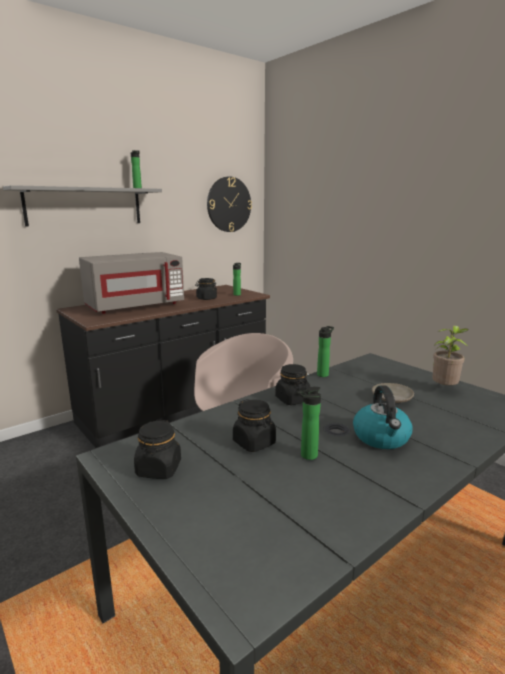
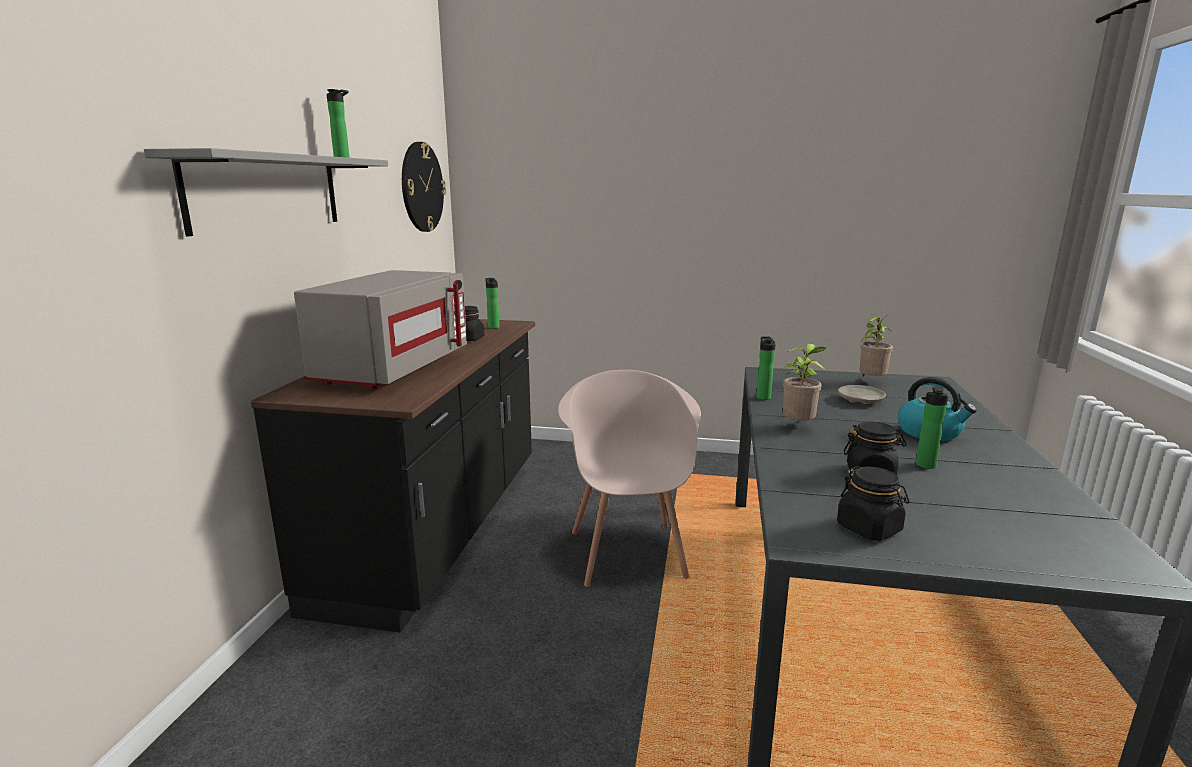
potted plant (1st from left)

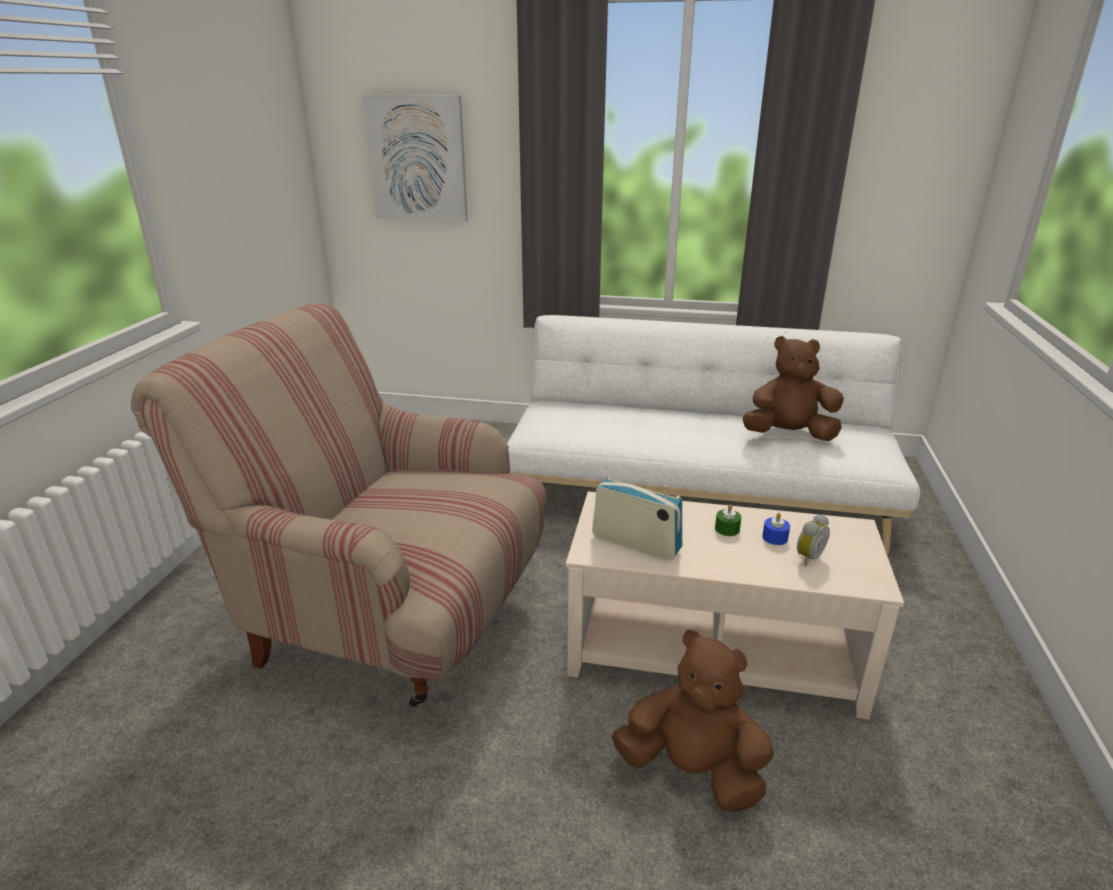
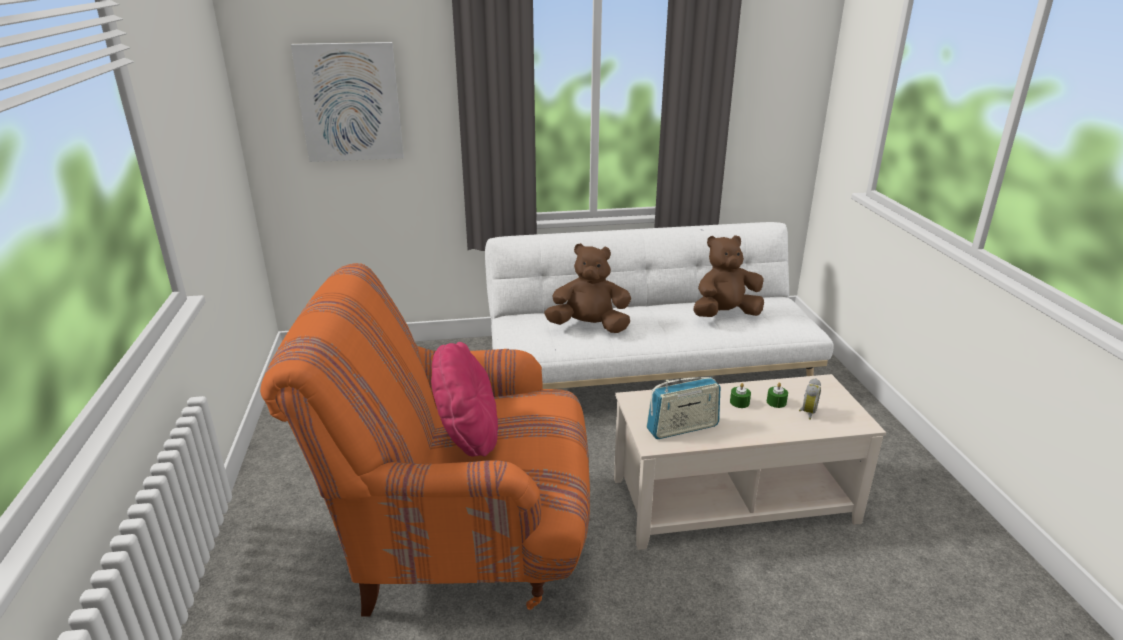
pillow/pink; plush toy/brown (1st from left); armchair/orange; candle/green (2nd from left); radio

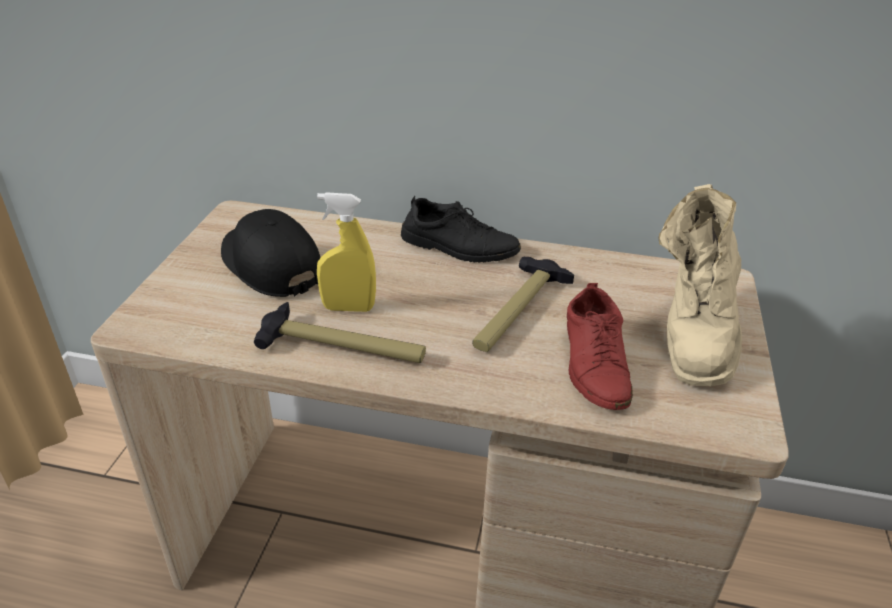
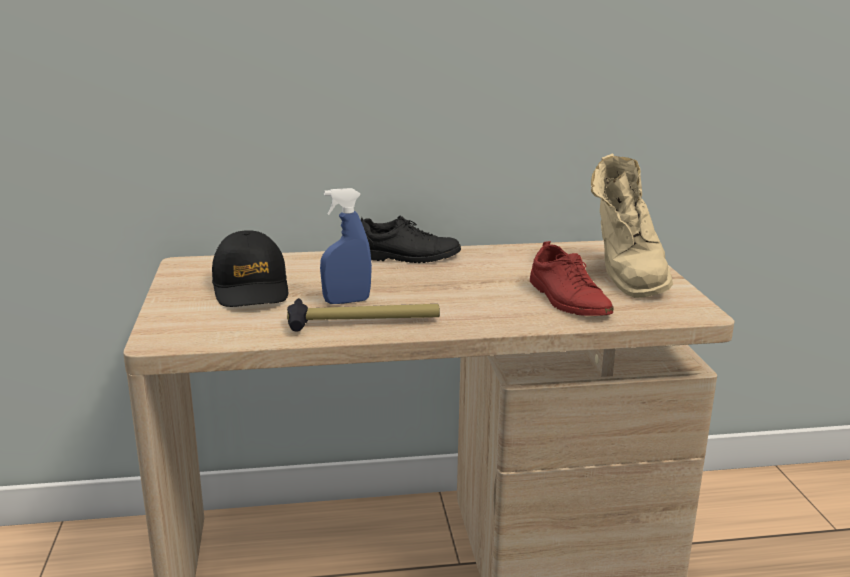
hammer (2nd from left in the first image); spray bottle/blue; cap/black

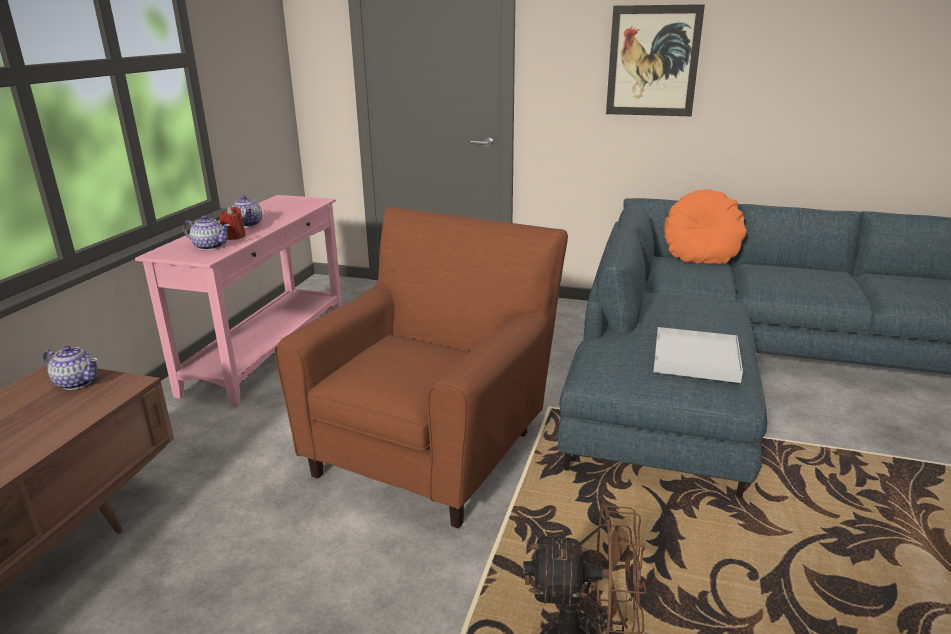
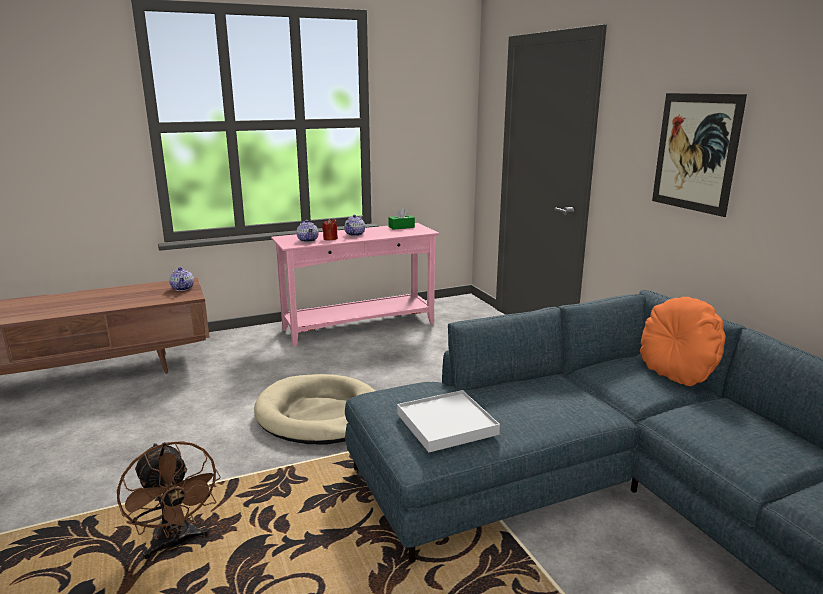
tissue box/green; dog bed/beige

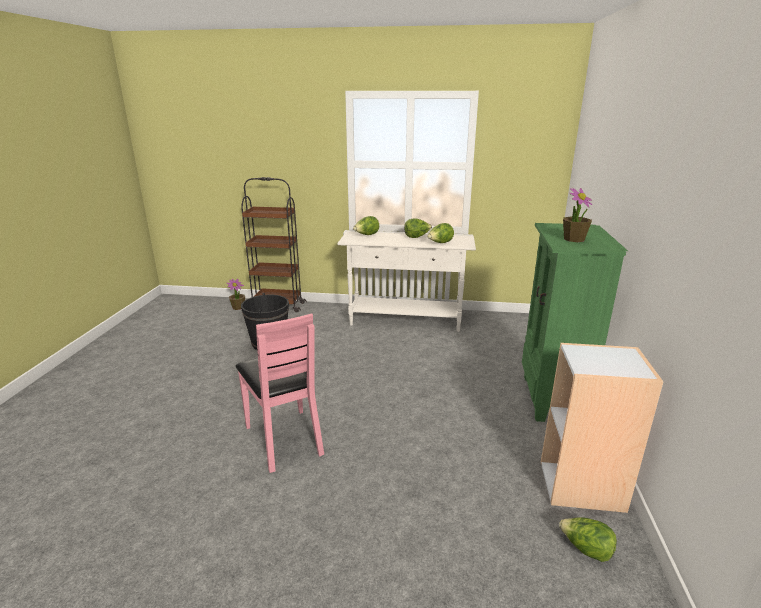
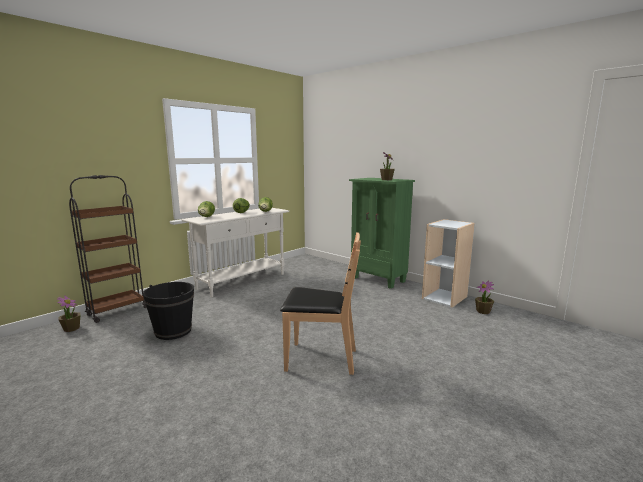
potted plant (3rd from left); chair/brown

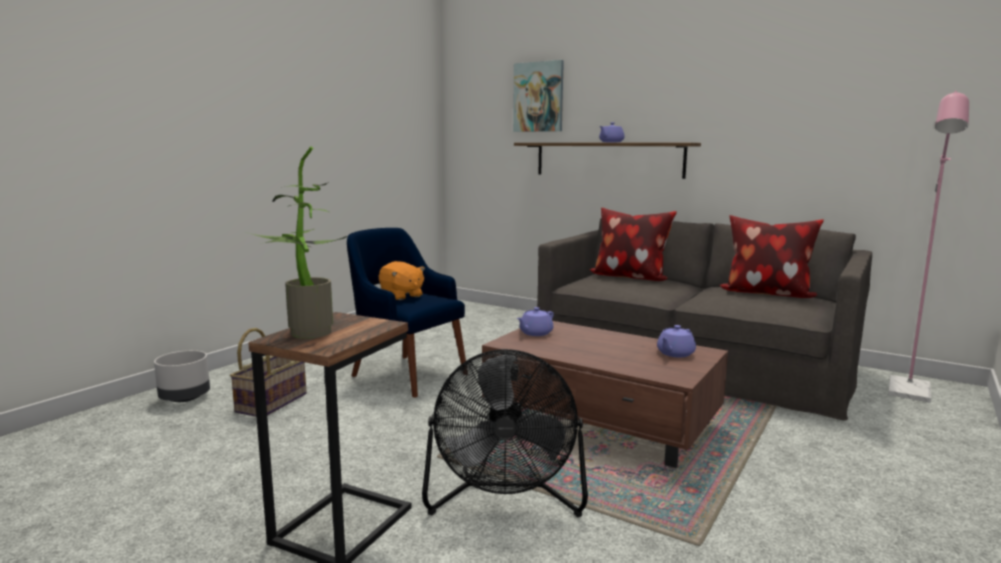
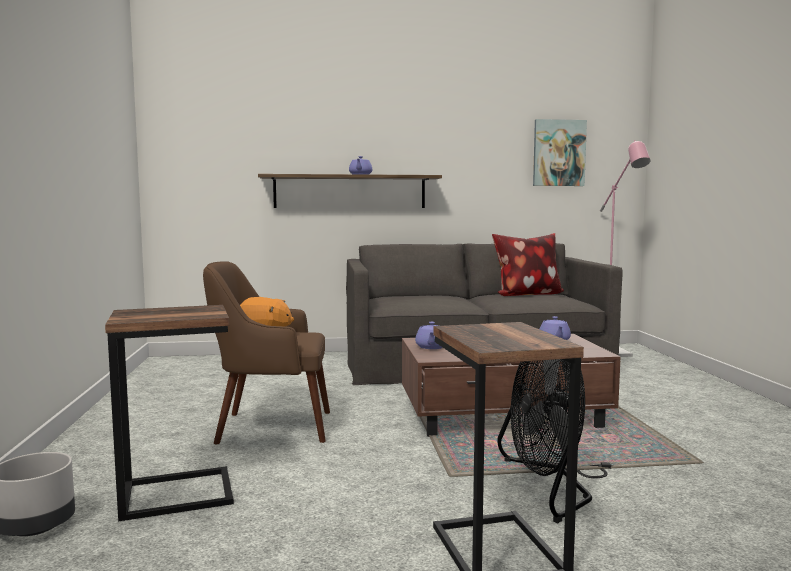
potted plant; pillow (1st from left in the first image); picture; side table (1st from left); armchair/brown; fan/black

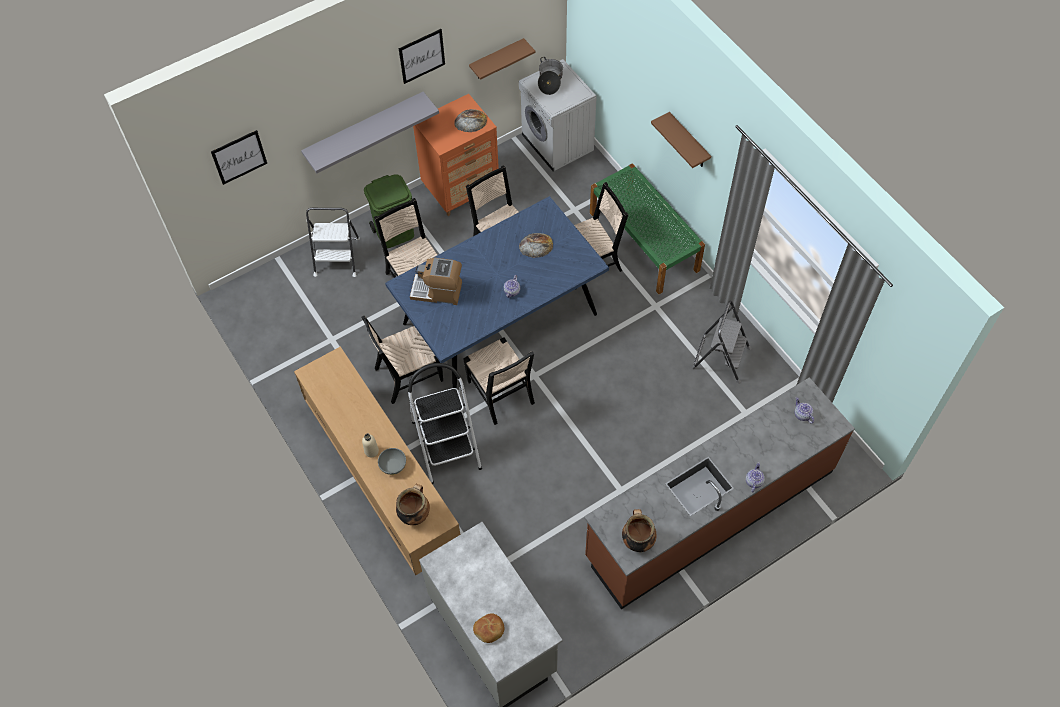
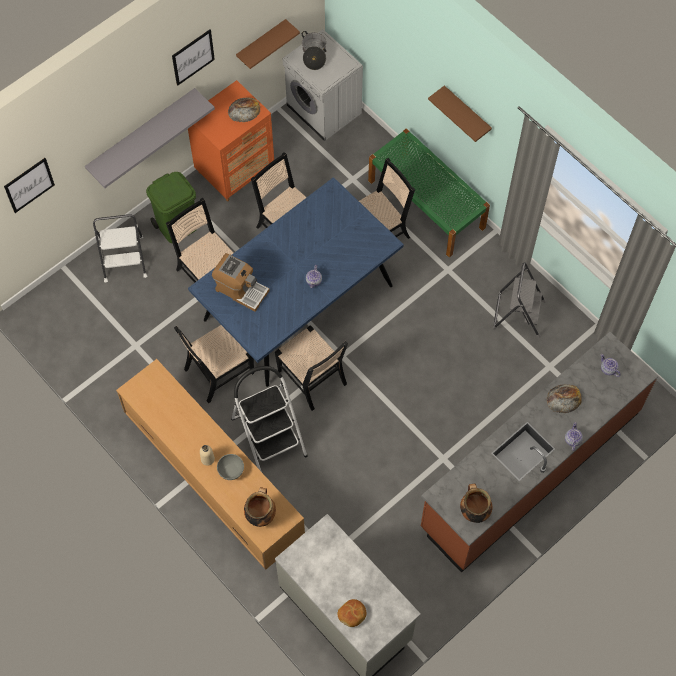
bread (3rd from left); coffee machine

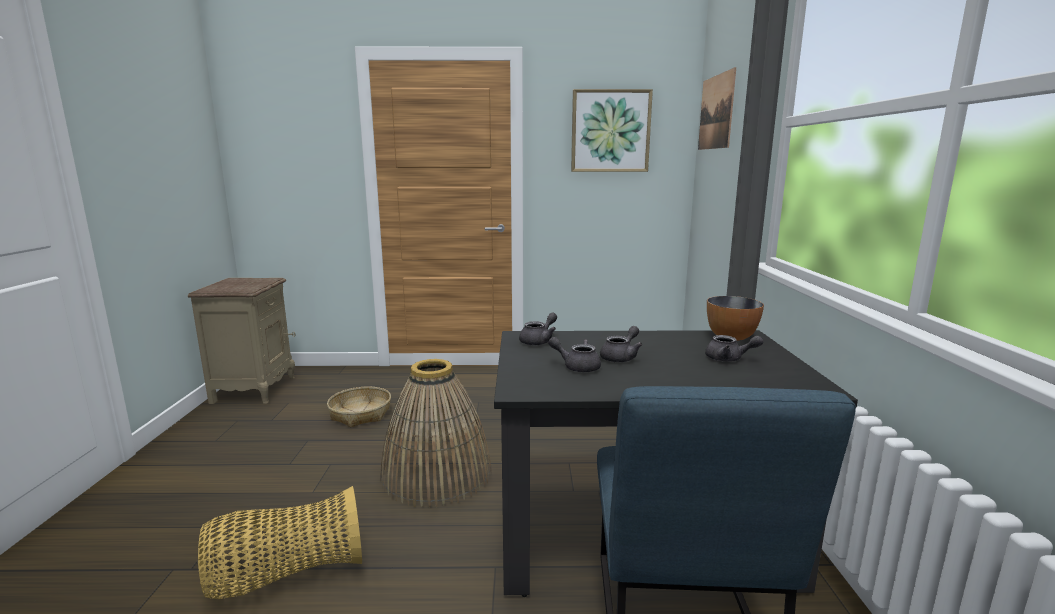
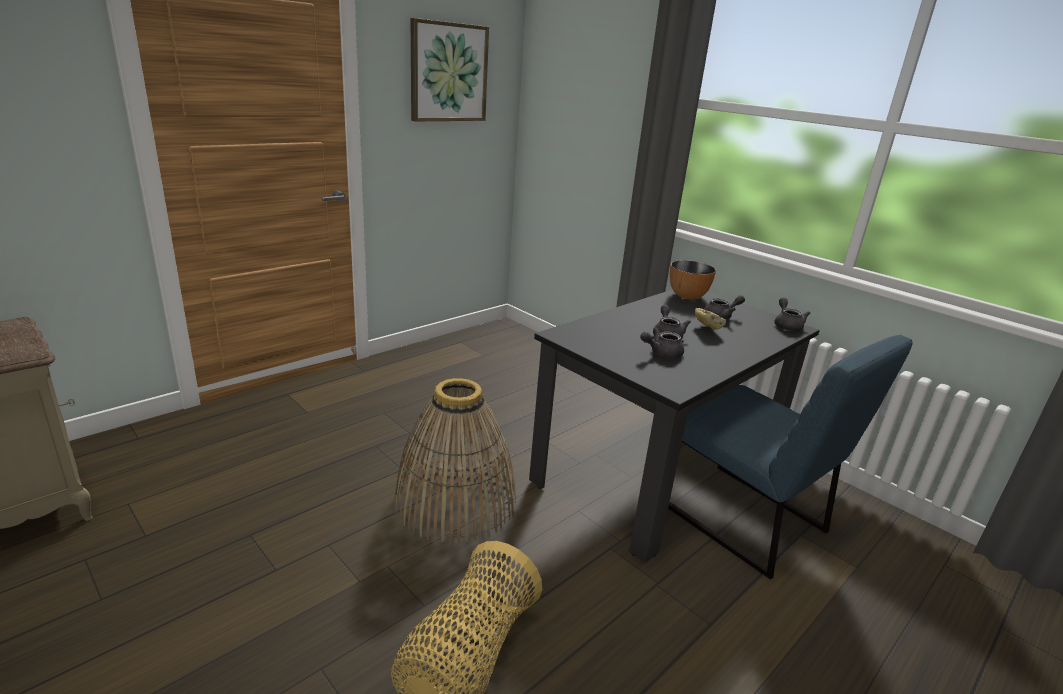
basket (2nd from left in the first image); picture (2nd from left in the first image); bread; teapot/grey (4th from left)

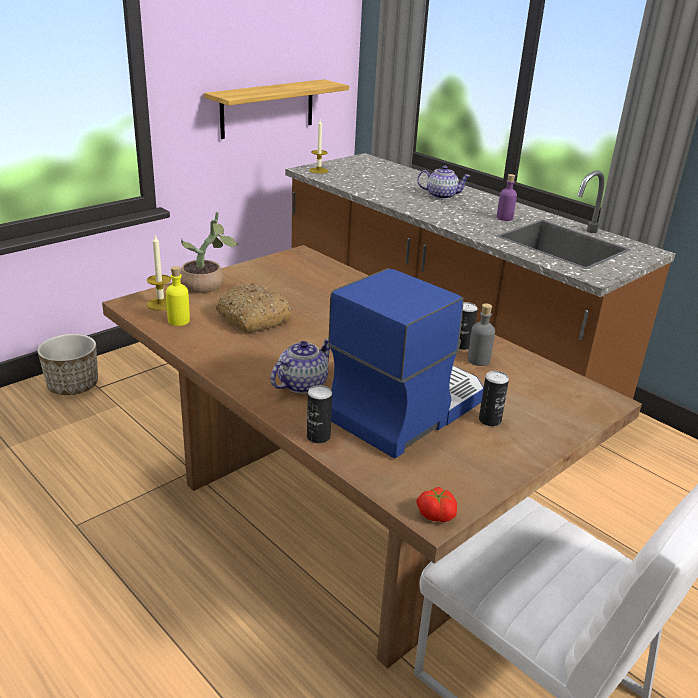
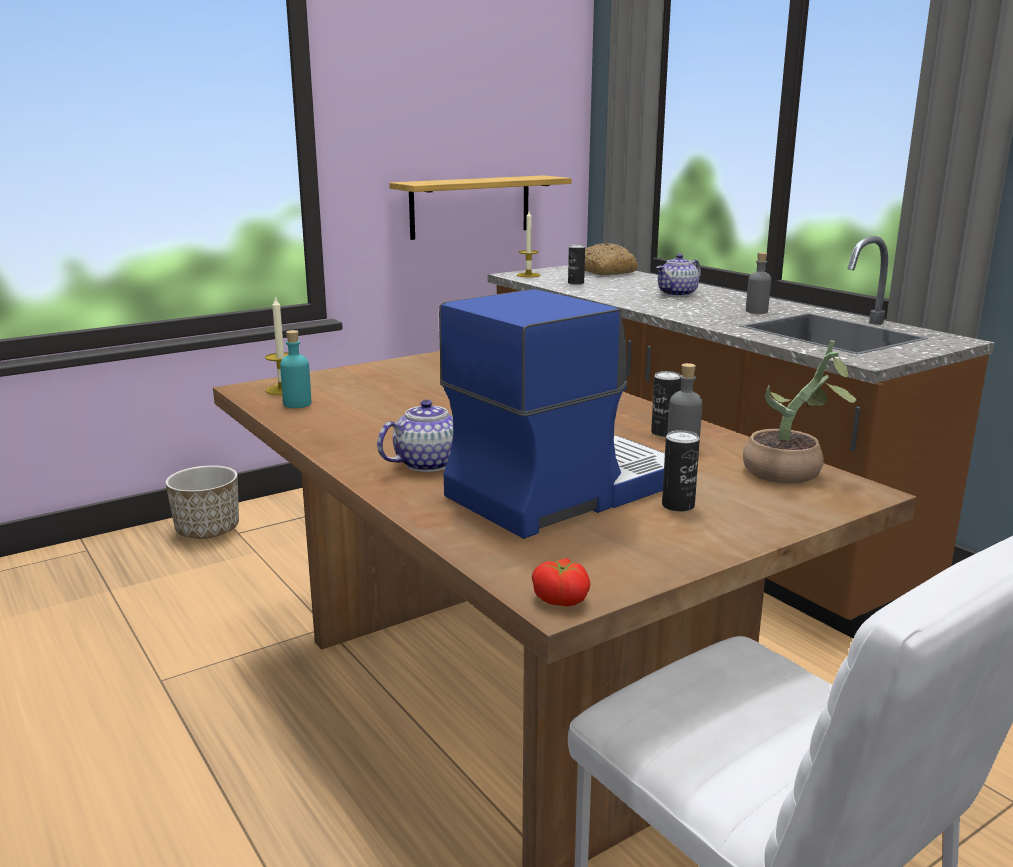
potted plant; bread; can (1st from left); bottle/turquoise; bottle/grey (2nd from left); teapot (2nd from left)

